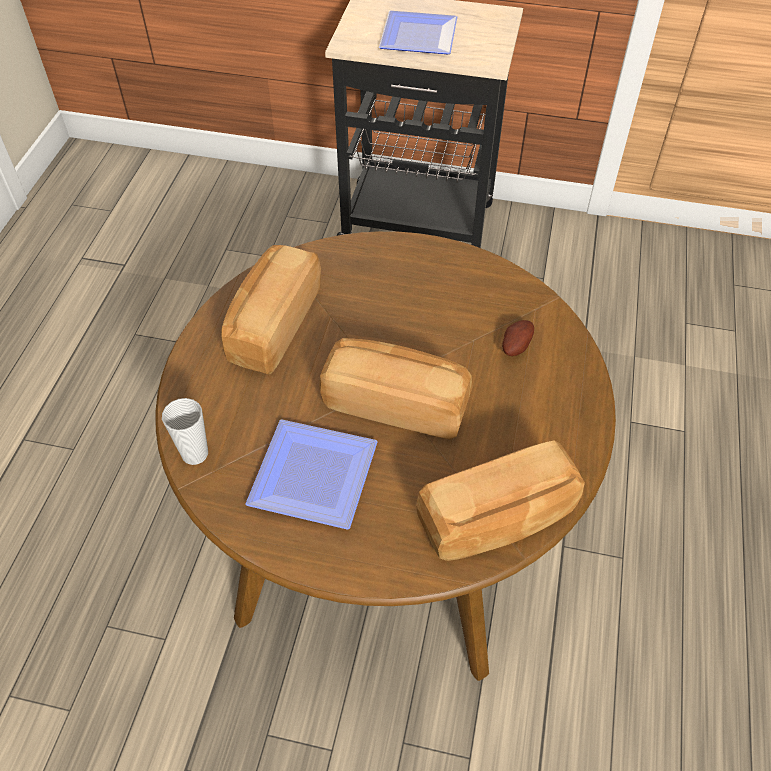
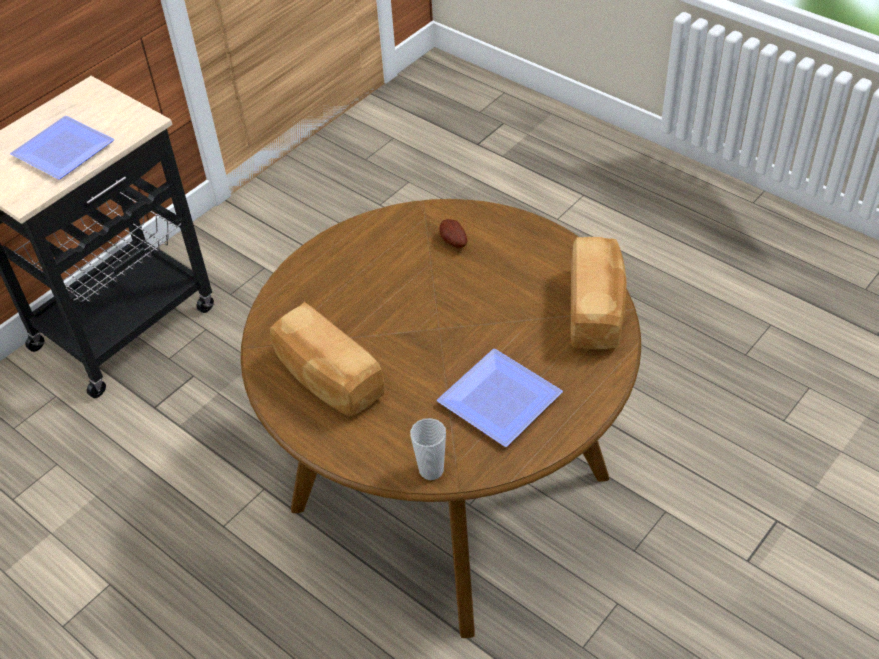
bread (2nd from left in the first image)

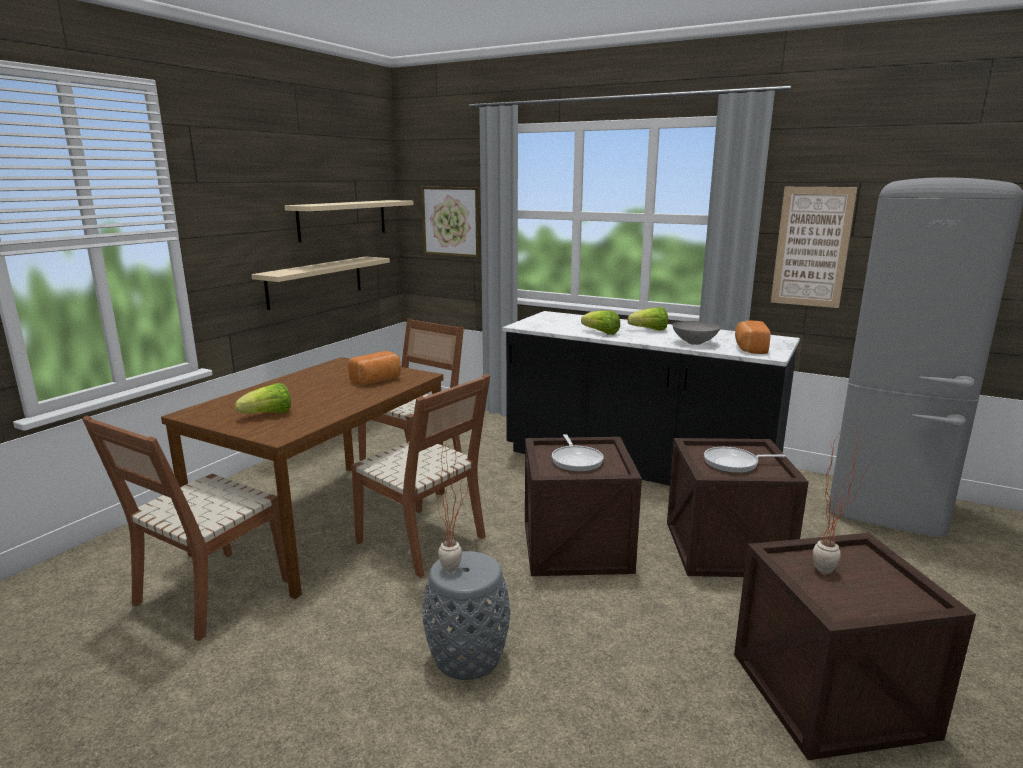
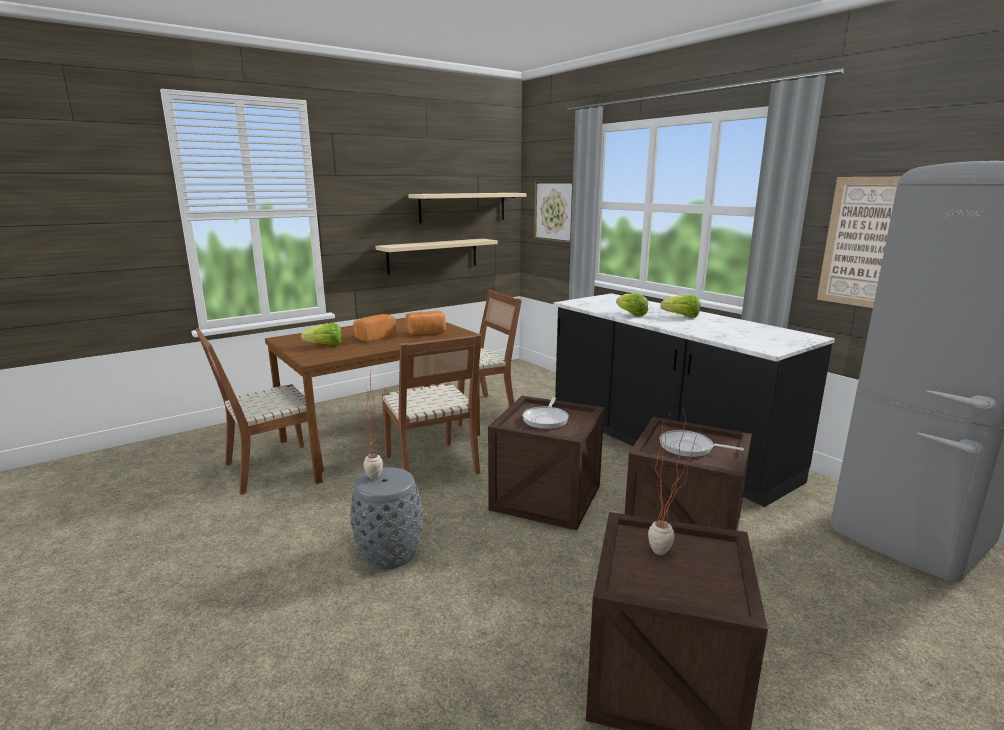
bowl/grey; bread (1st from left)

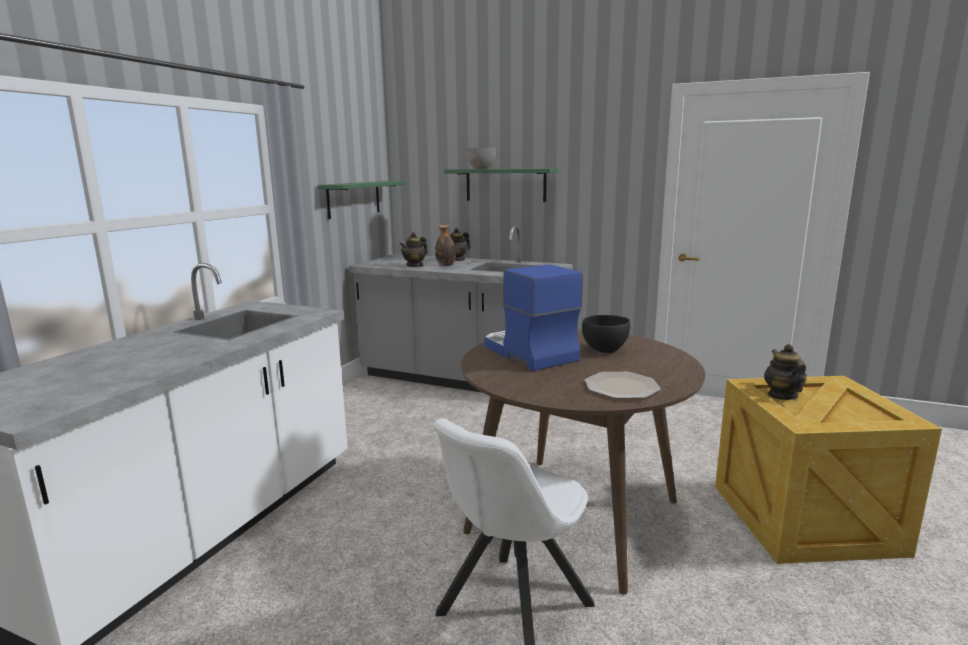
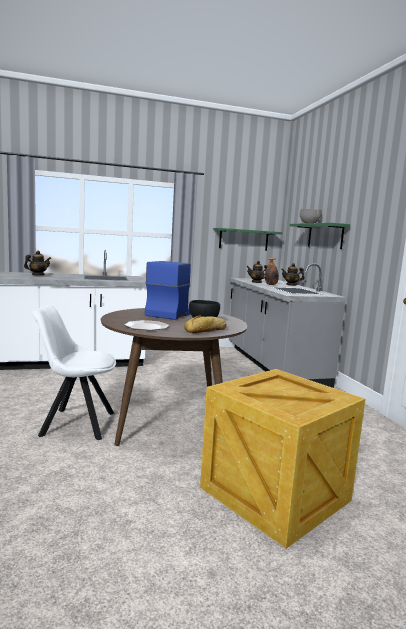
bread; teapot (1st from left)

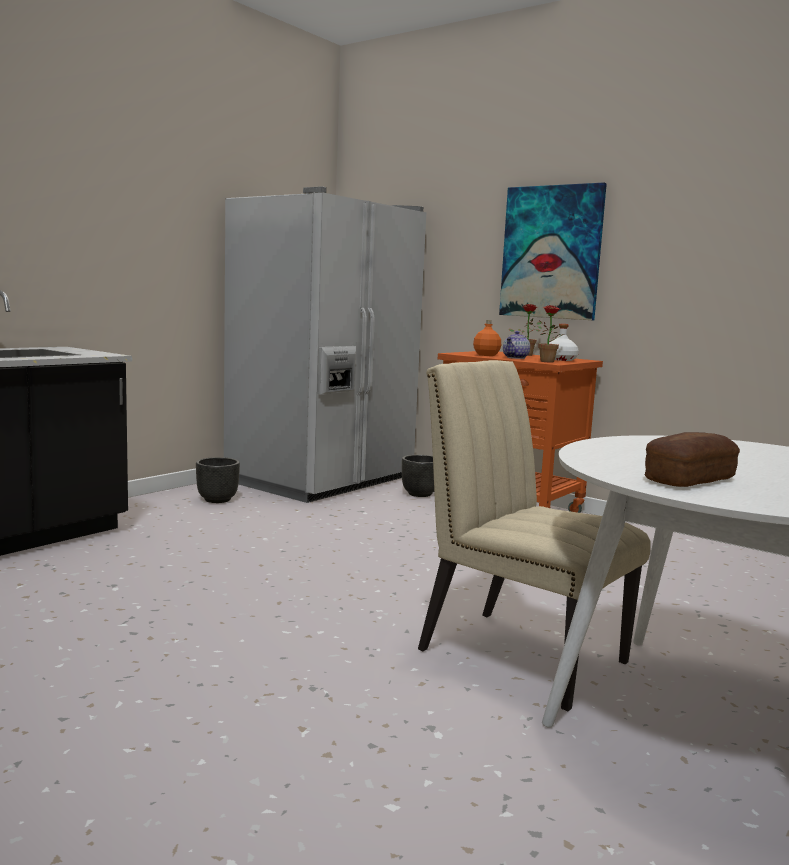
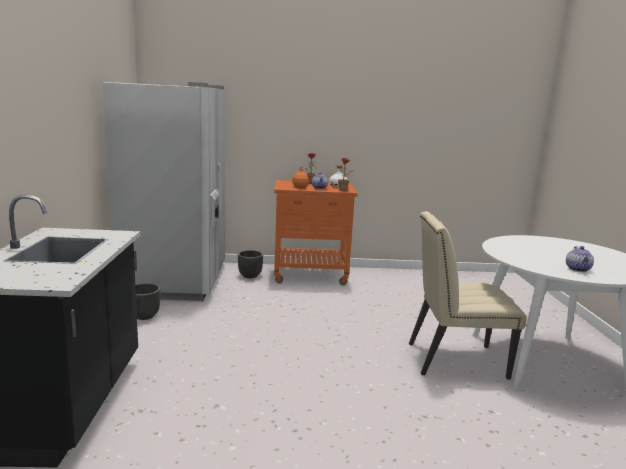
picture; teapot (2nd from left)

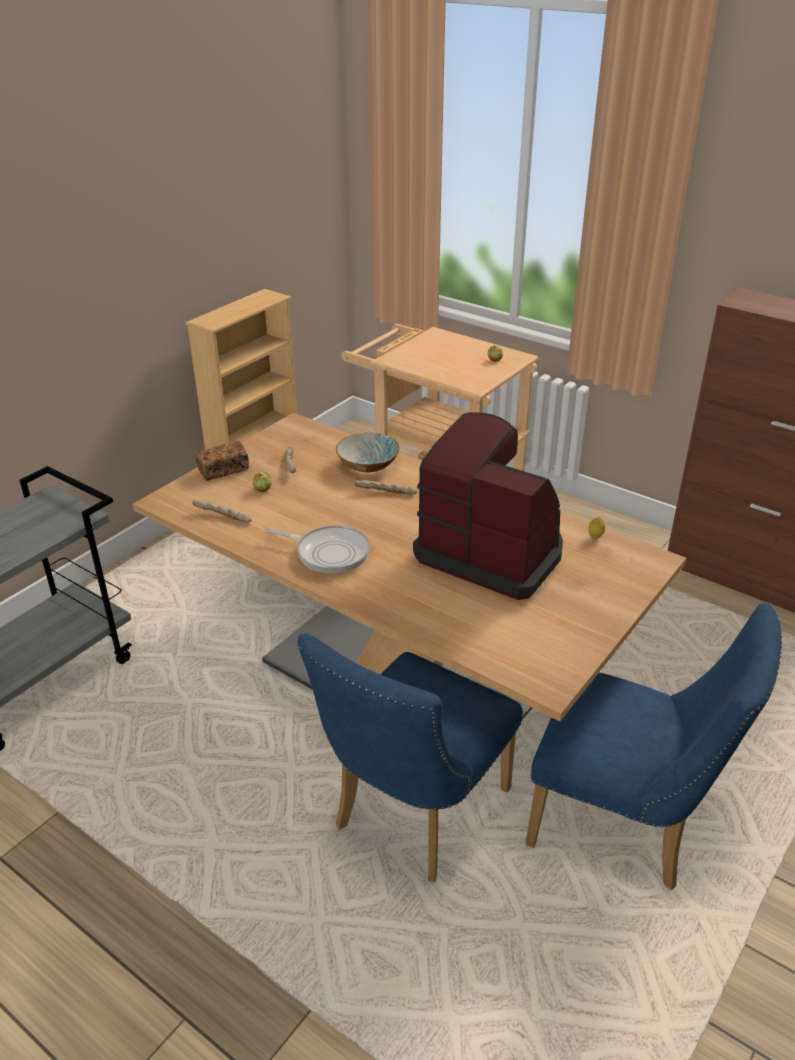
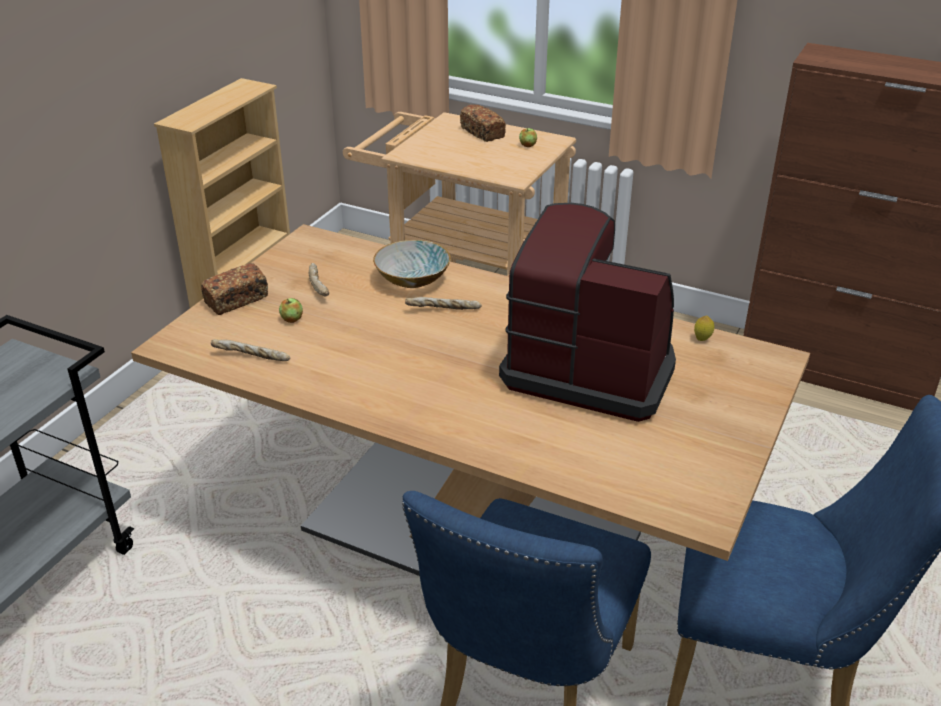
frying pan; bread (5th from left)

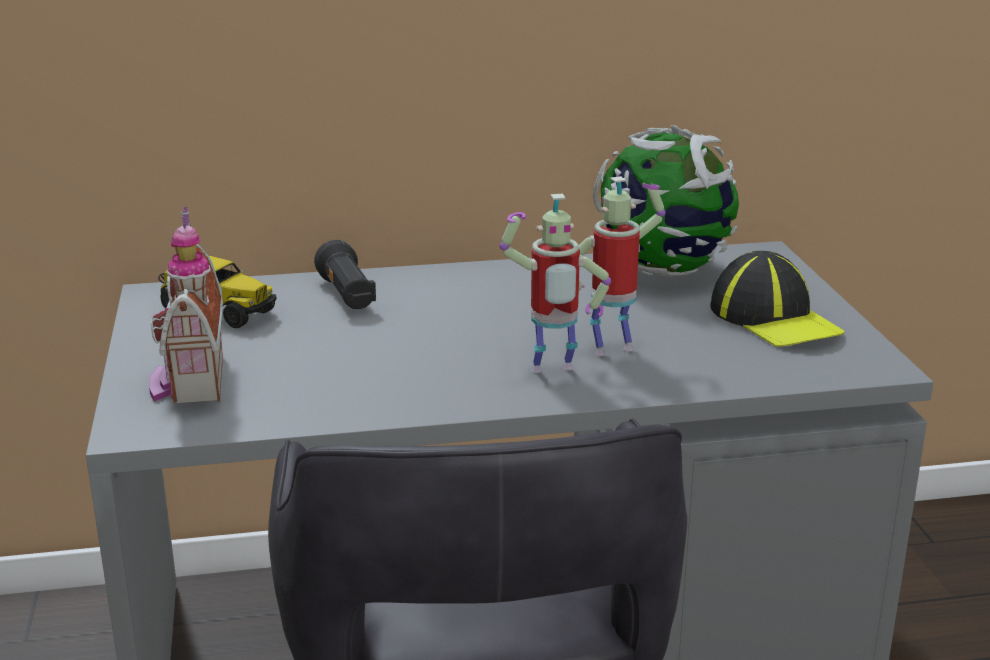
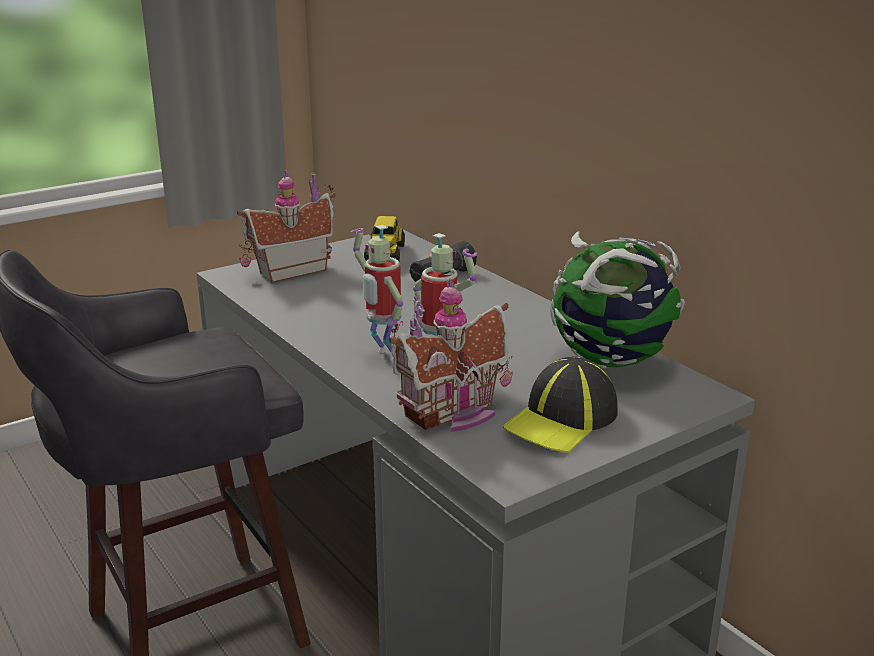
toy house (2nd from left)

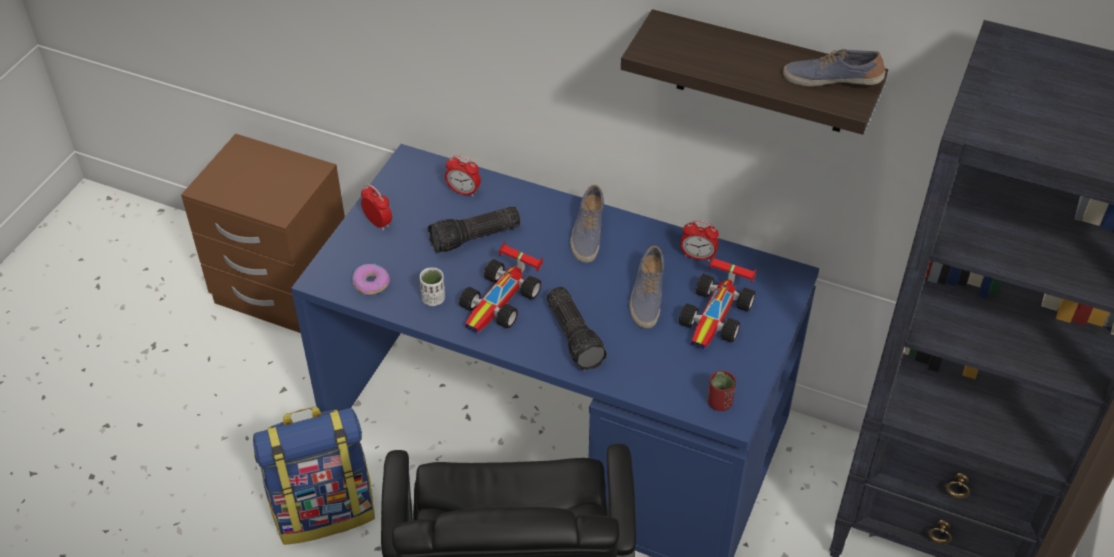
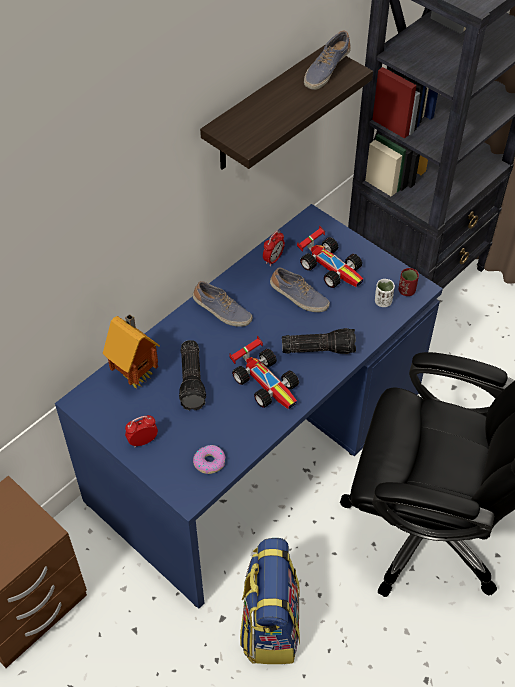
cup/white; toy house

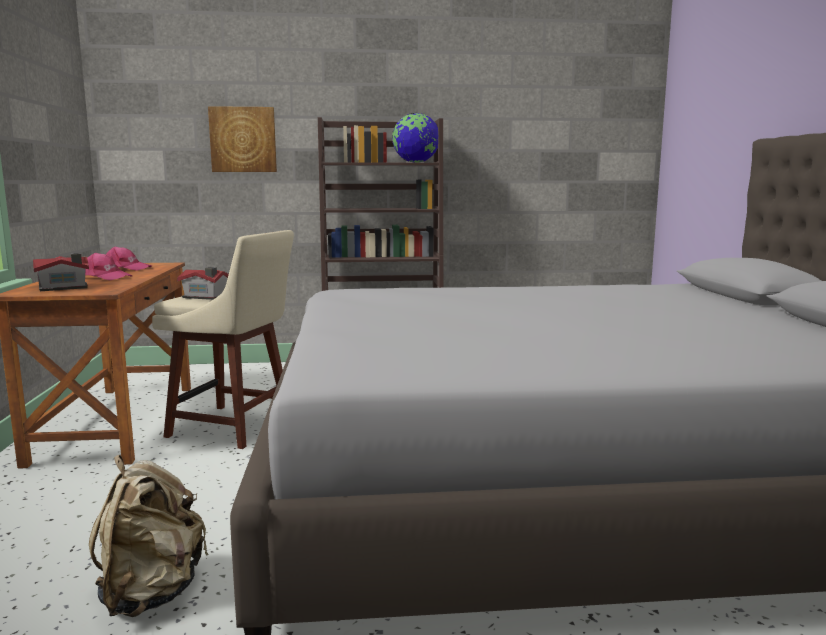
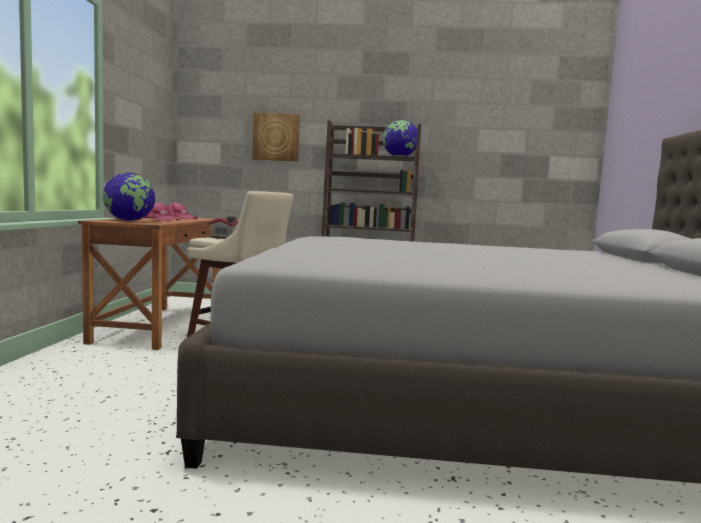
backpack/beige; globe (1st from left)

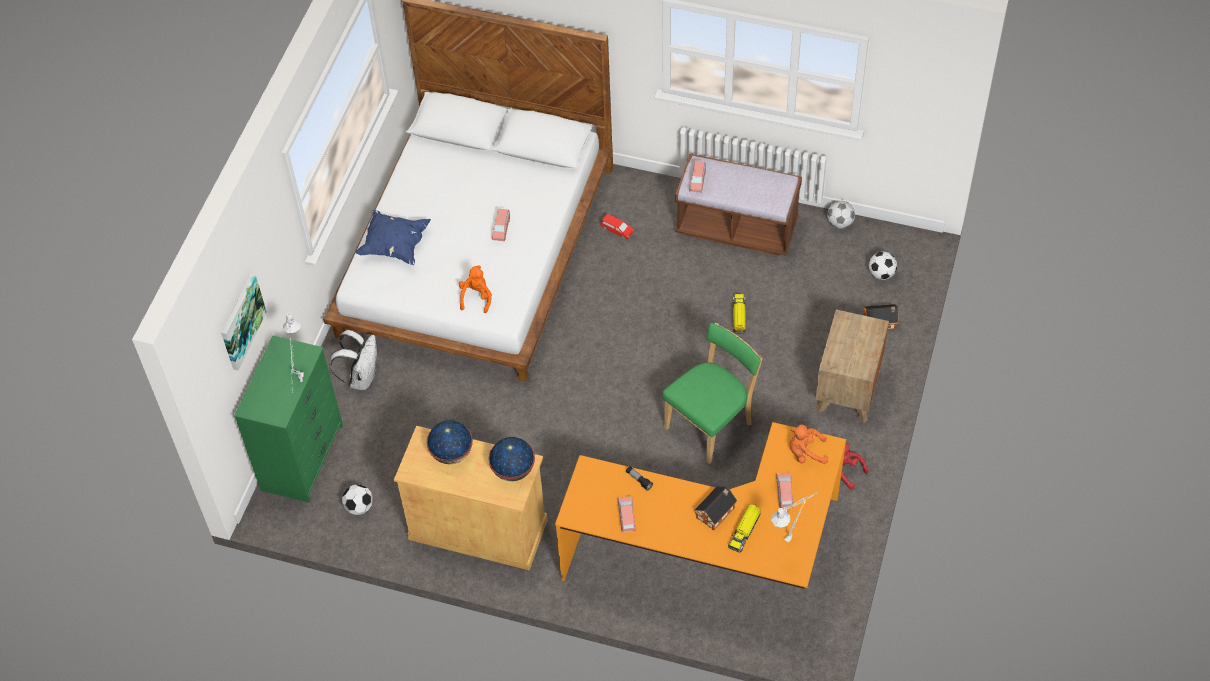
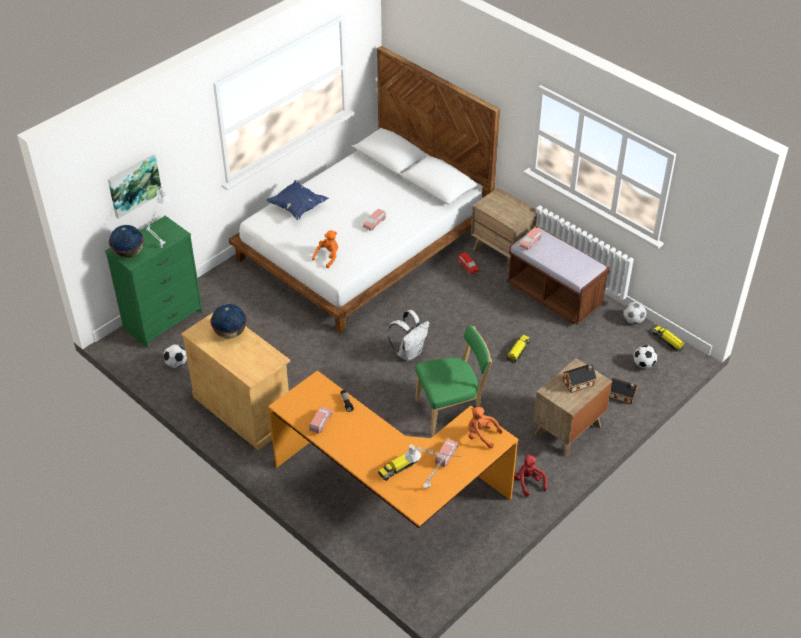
nightstand/brown (1st from left); toy truck (3rd from left); backpack/white; globe (1st from left); toy house (1st from left)

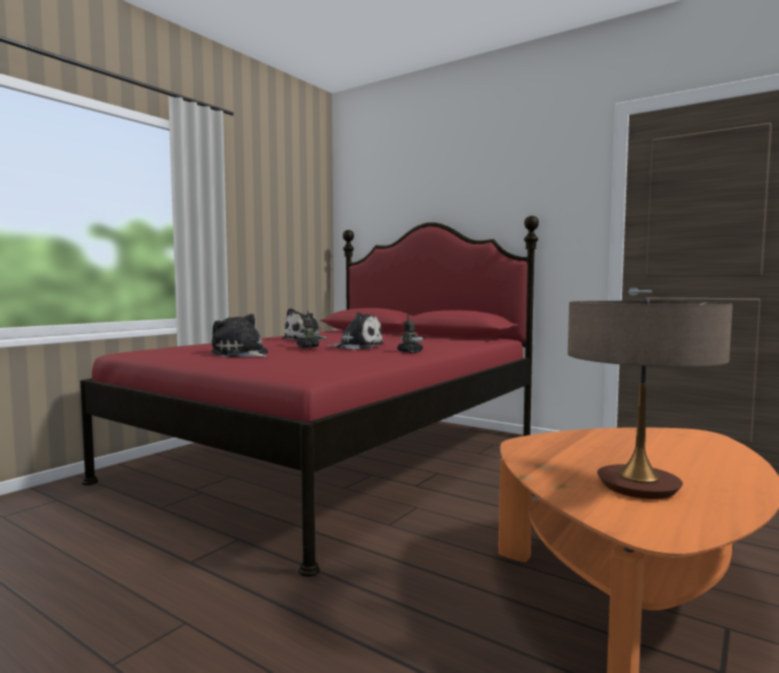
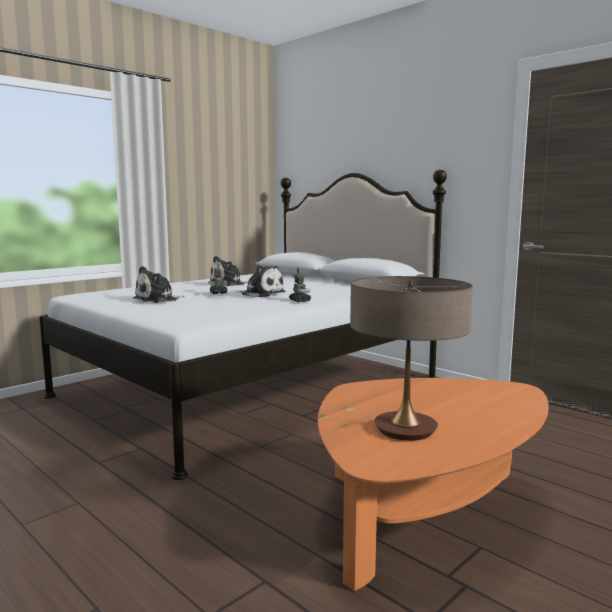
bed/white; plush toy (1st from left)

